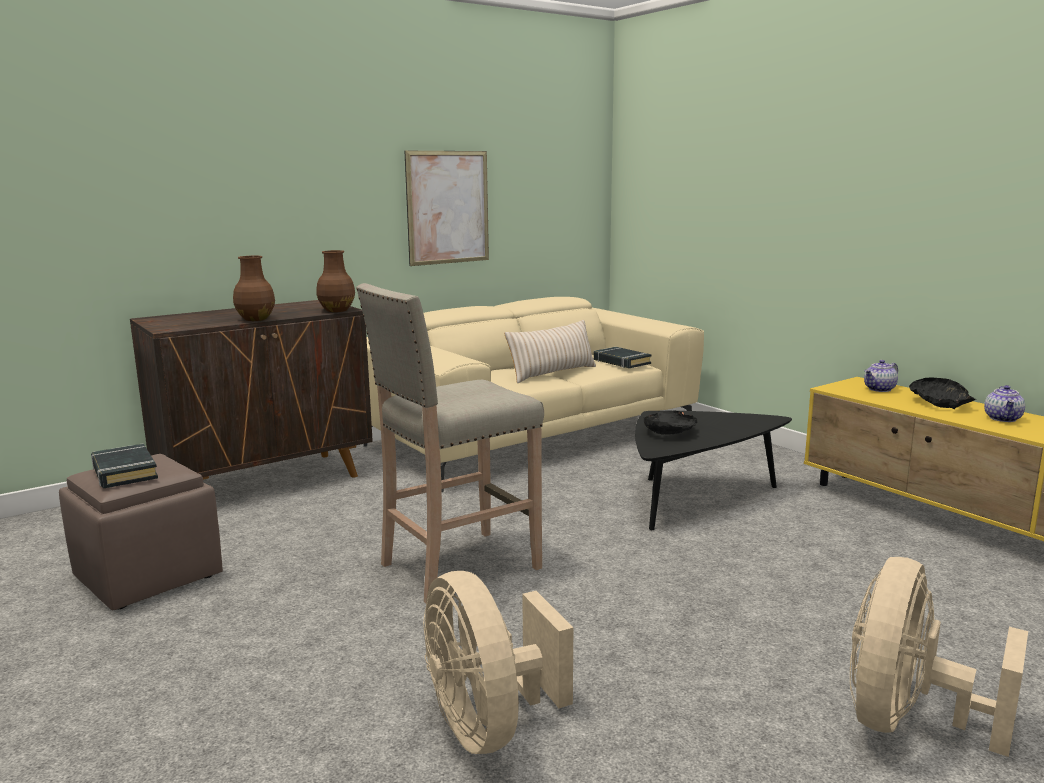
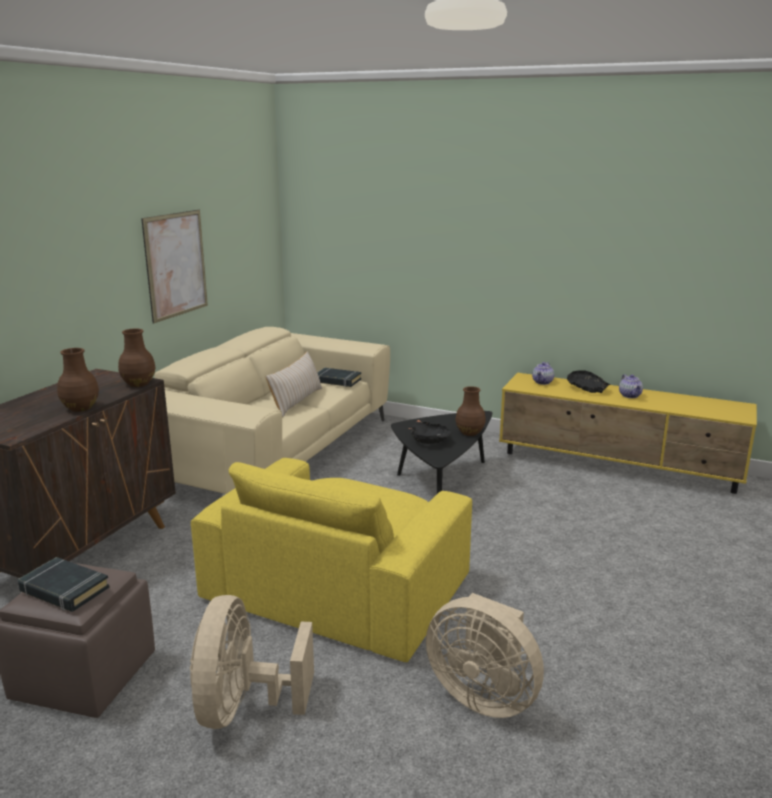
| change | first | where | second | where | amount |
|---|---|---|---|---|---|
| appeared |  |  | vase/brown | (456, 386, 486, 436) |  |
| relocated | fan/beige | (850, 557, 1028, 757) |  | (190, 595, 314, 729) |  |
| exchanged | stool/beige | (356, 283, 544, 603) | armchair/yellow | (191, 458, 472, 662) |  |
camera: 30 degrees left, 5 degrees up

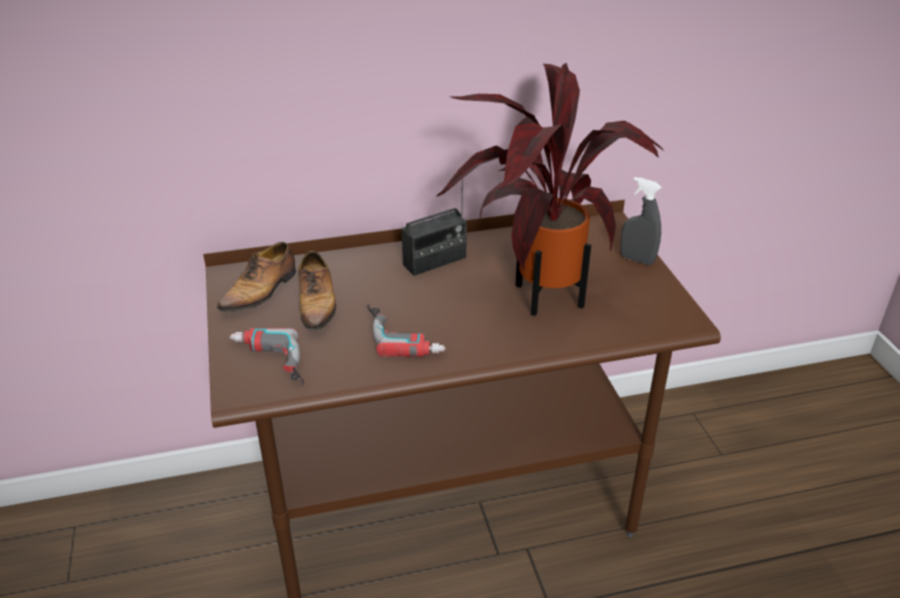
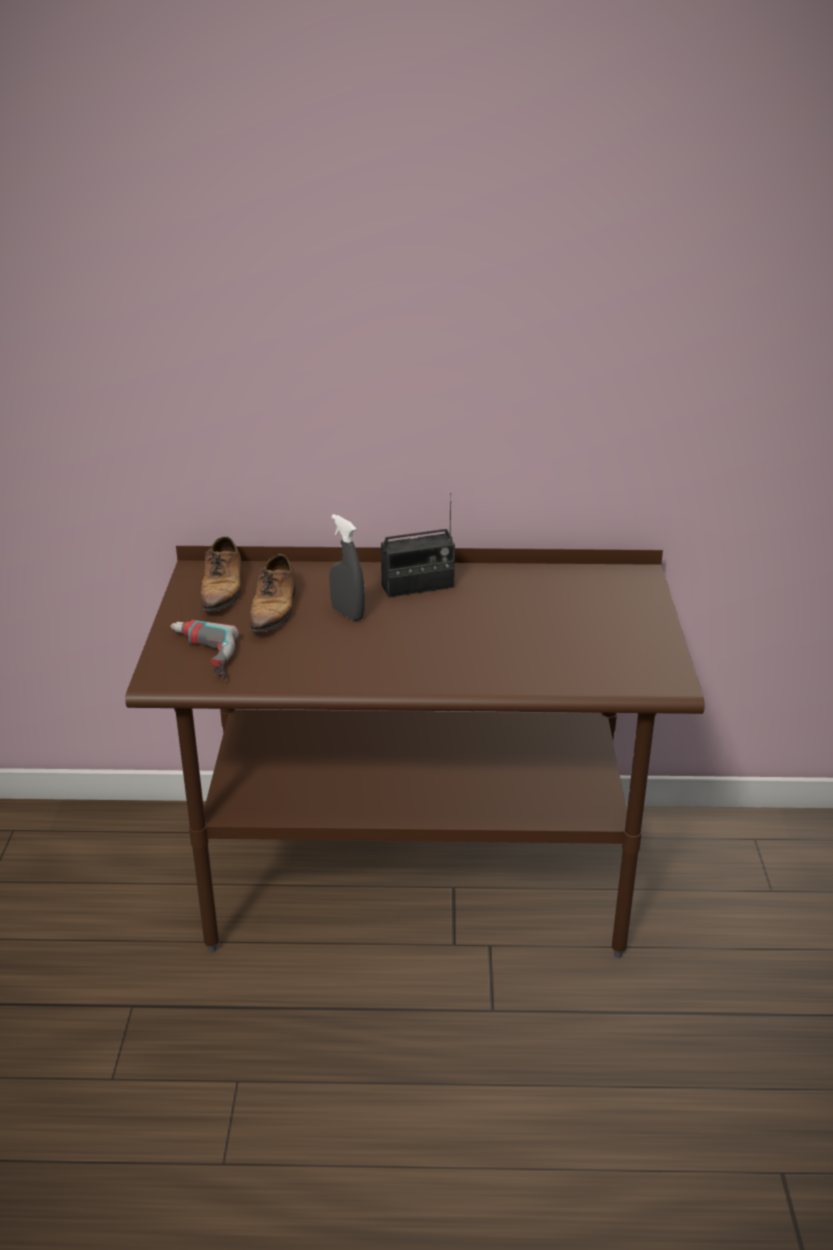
| change | first | where | second | where | amount |
|---|---|---|---|---|---|
| missing | power drill | (367, 304, 446, 357) |  |  |  |
| missing | potted plant | (437, 63, 664, 316) |  |  |  |
| relocated | spray bottle/grey | (620, 177, 662, 265) |  | (329, 514, 365, 621) |  |
| spun | shoe | (216, 242, 296, 313) |  | (201, 536, 242, 618) | 45 degrees counterclockwise |
camera: 15 degrees right, 5 degrees down

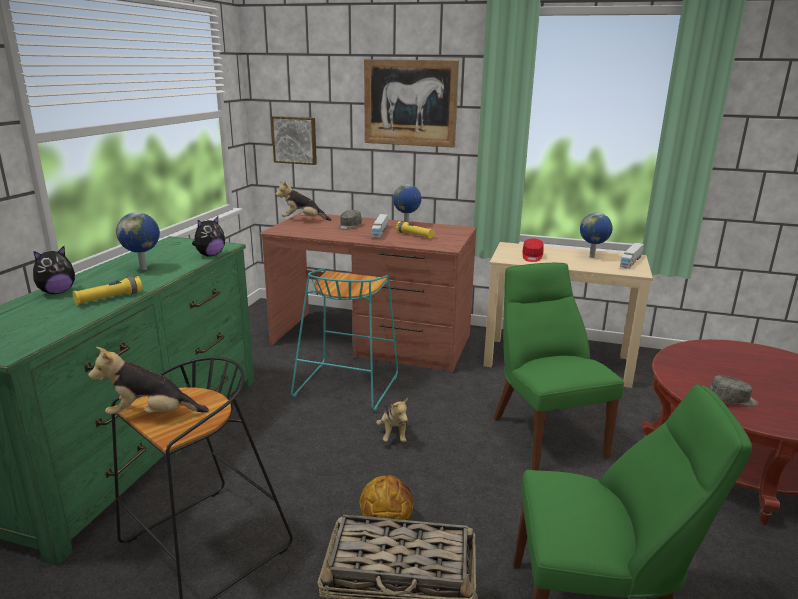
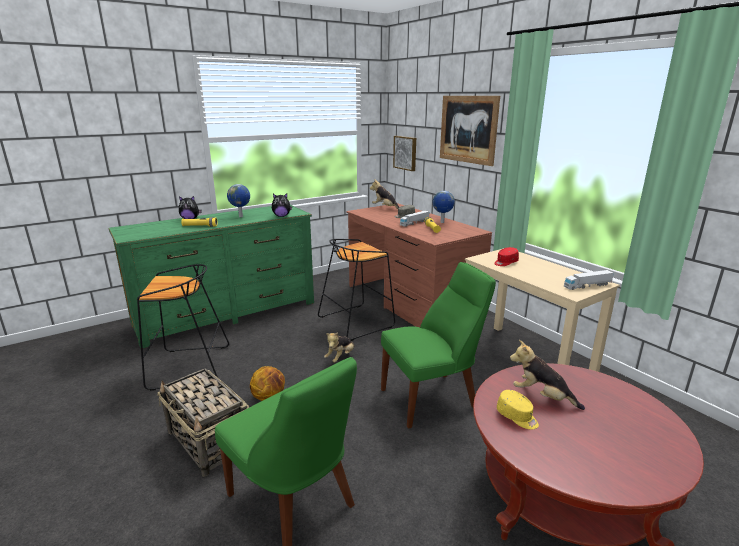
| change | first | where | second | where | amount |
|---|---|---|---|---|---|
| missing | globe | (580, 213, 613, 258) |  |  |  |
| relocated | plush toy | (88, 347, 209, 415) |  | (510, 340, 585, 410) |  |
| colour | stool/turquoise | (291, 268, 398, 411) | stool/black | (318, 239, 395, 341) |  |
| colour | cap/grey | (709, 375, 758, 407) | cap/yellow | (497, 390, 539, 430) |  |
| spun | chair/green | (494, 263, 624, 471) |  | (381, 262, 496, 429) | 45 degrees clockwise |
camera: 40 degrees right, 0 degrees up

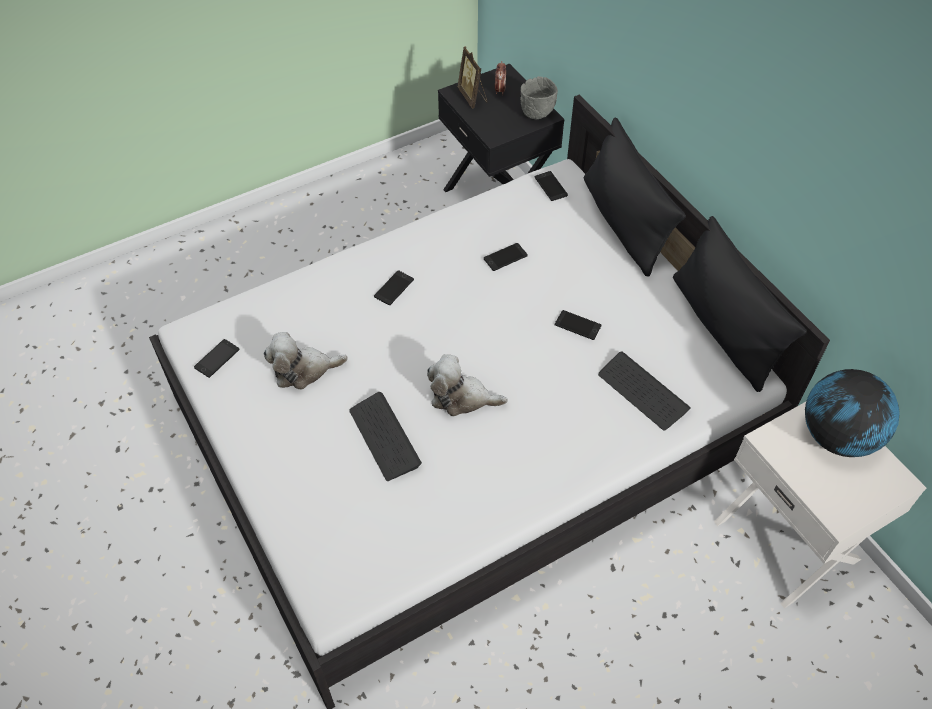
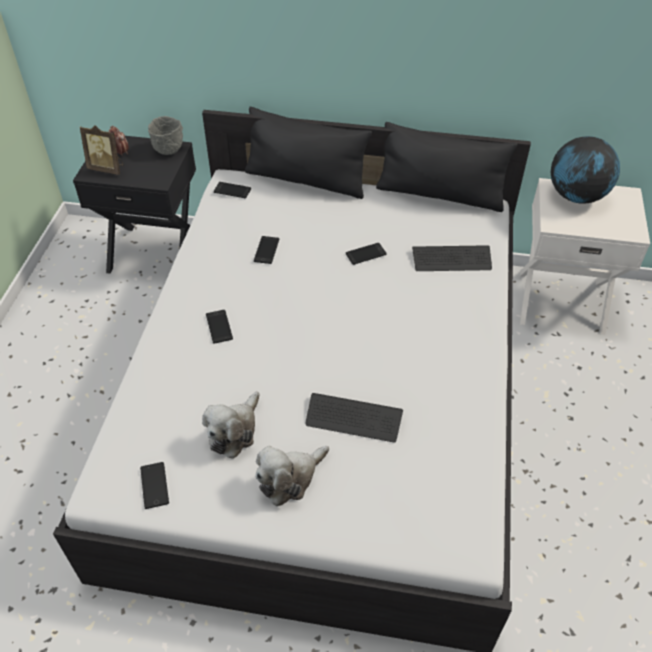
| change | first | where | second | where | amount |
|---|---|---|---|---|---|
| relocated | plush toy | (427, 354, 508, 416) |  | (255, 446, 329, 506) |  |
camera: 50 degrees left, 5 degrees down

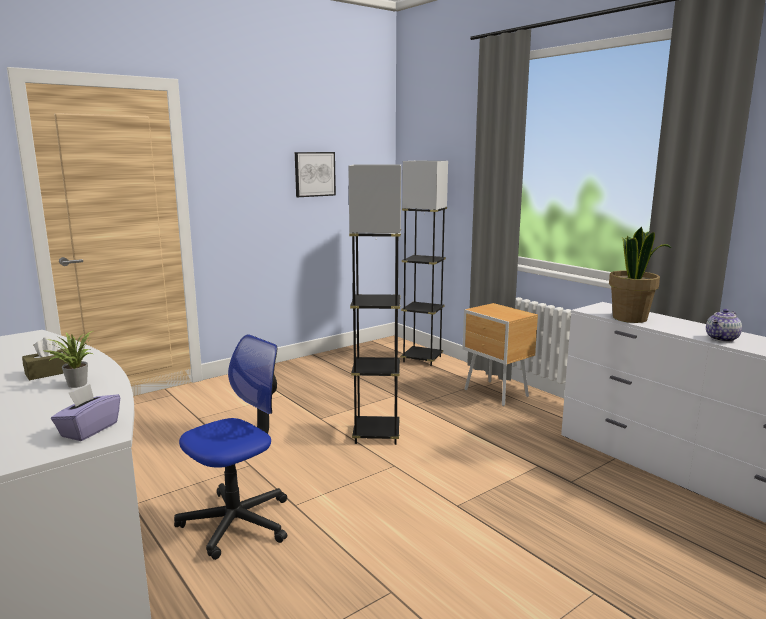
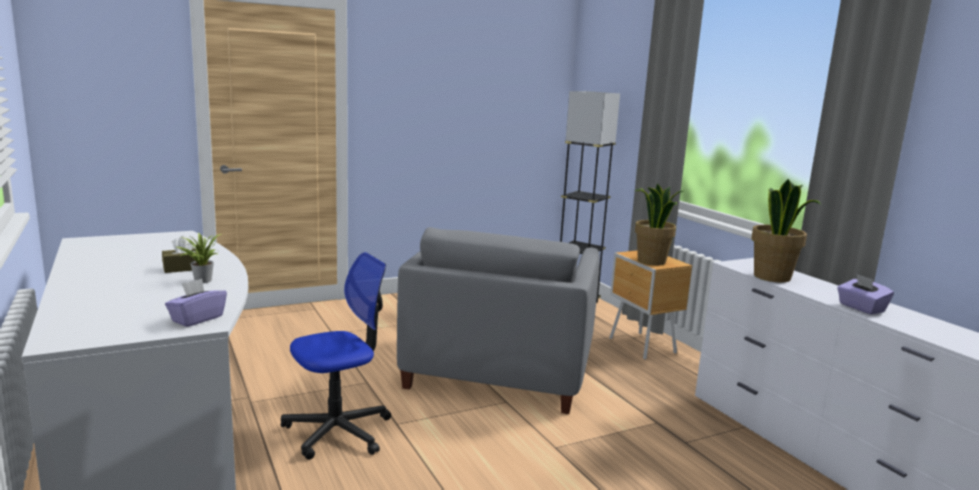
| change | first | where | second | where | amount |
|---|---|---|---|---|---|
| missing | picture | (295, 152, 336, 197) |  |  |  |
| appeared |  |  | potted plant | (635, 183, 683, 265) |  |
| exchanged | floor lamp/grey | (348, 165, 401, 445) | armchair/grey | (397, 227, 600, 414) |  |
| exchanged | teapot | (706, 309, 742, 342) | tissue box/purple | (837, 273, 894, 314) |  |
camera: 10 degrees right, 0 degrees up

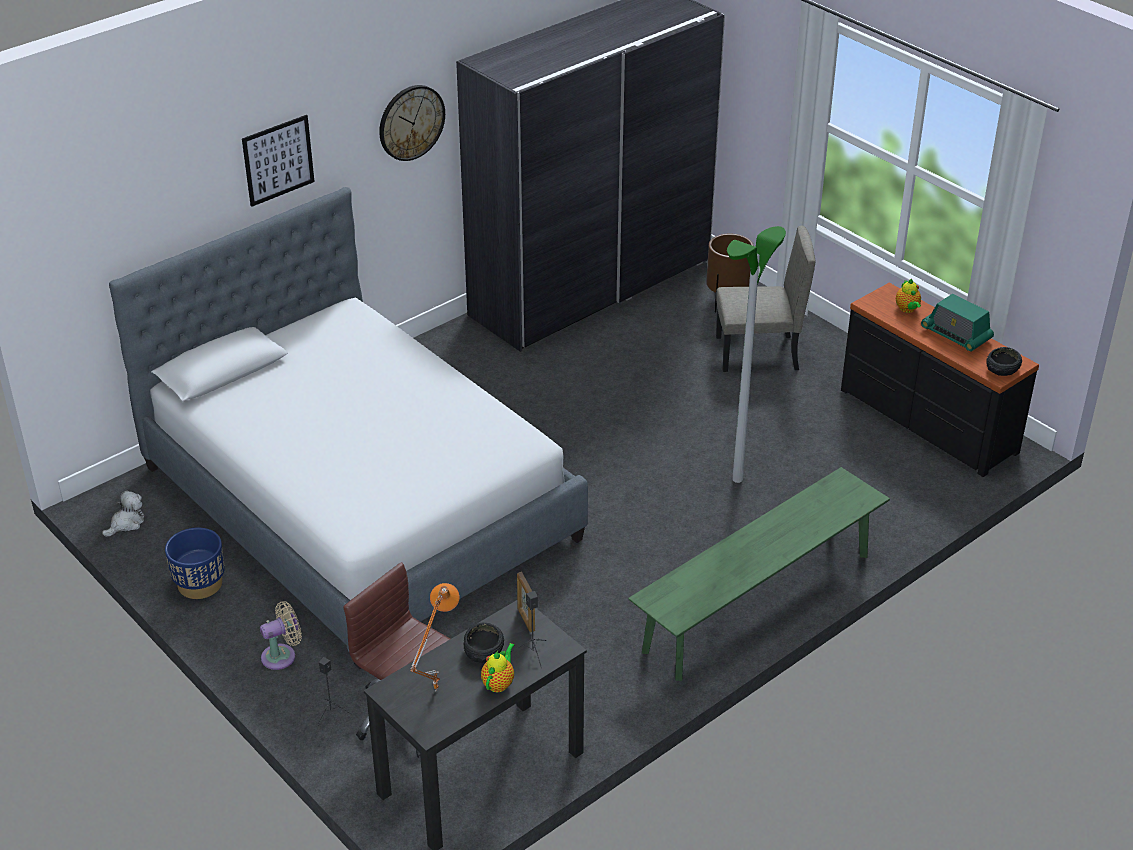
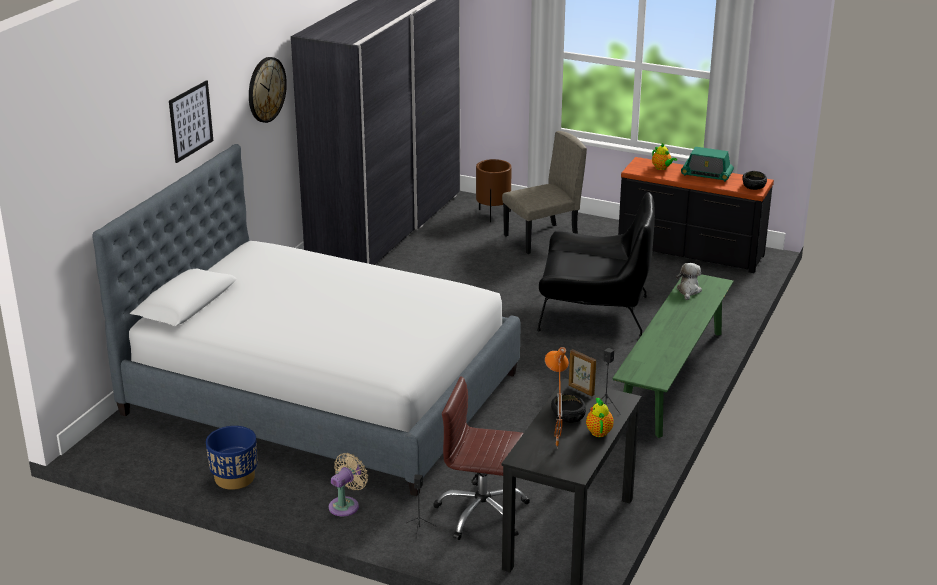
| change | first | where | second | where | amount |
|---|---|---|---|---|---|
| relocated | plush toy | (102, 491, 144, 537) |  | (676, 263, 702, 300) |  |
| exchanged | floor lamp | (727, 226, 786, 483) | armchair/black | (537, 192, 655, 337) |  |
camera: 25 degrees left, 10 degrees down

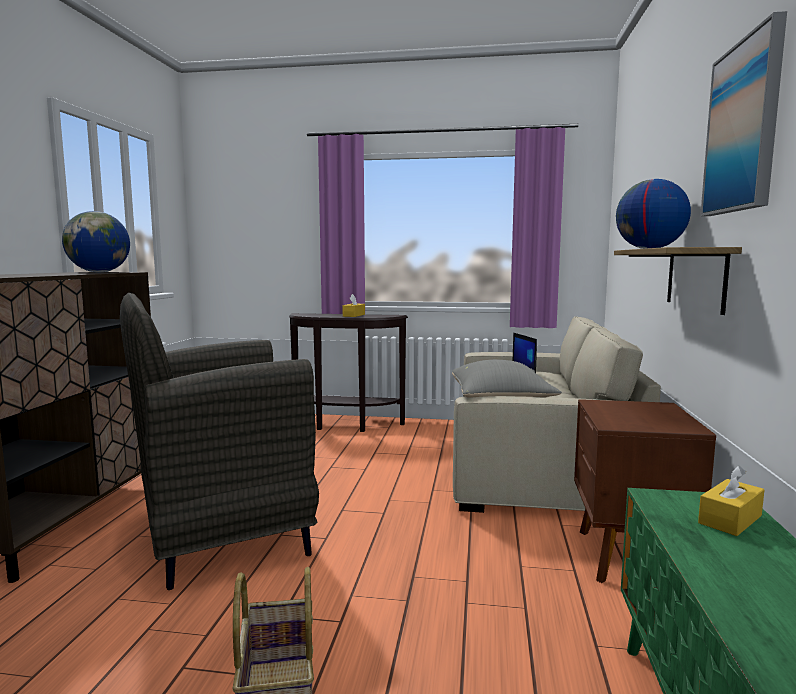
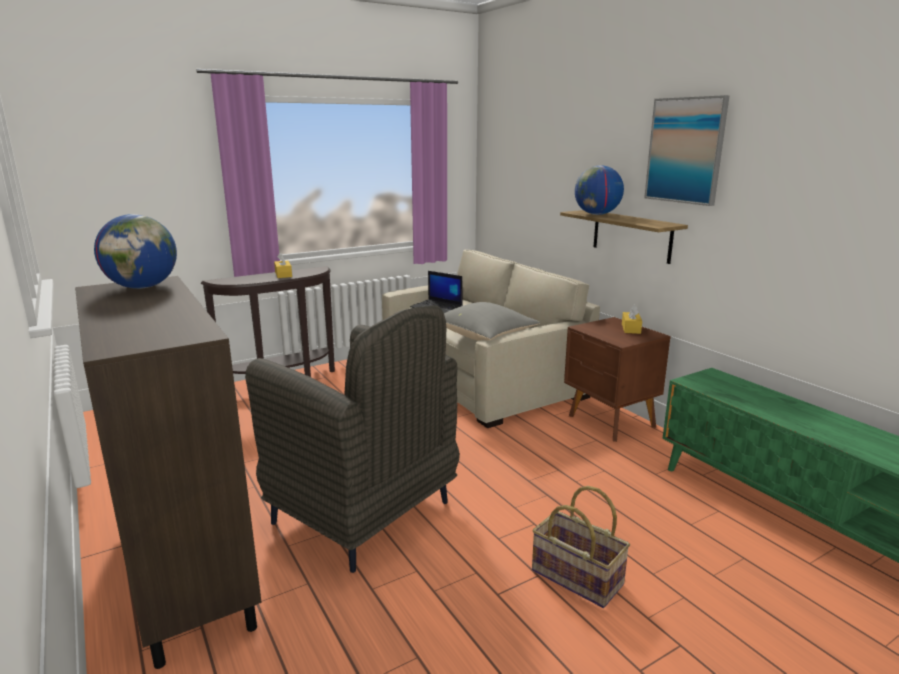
| change | first | where | second | where | amount |
|---|---|---|---|---|---|
| relocated | tissue box/yellow | (698, 466, 764, 536) |  | (622, 305, 642, 334) |  |
| spun | armchair/grey | (120, 293, 319, 590) |  | (245, 306, 460, 573) | 75 degrees counterclockwise |
camera: 40 degrees left, 10 degrees up

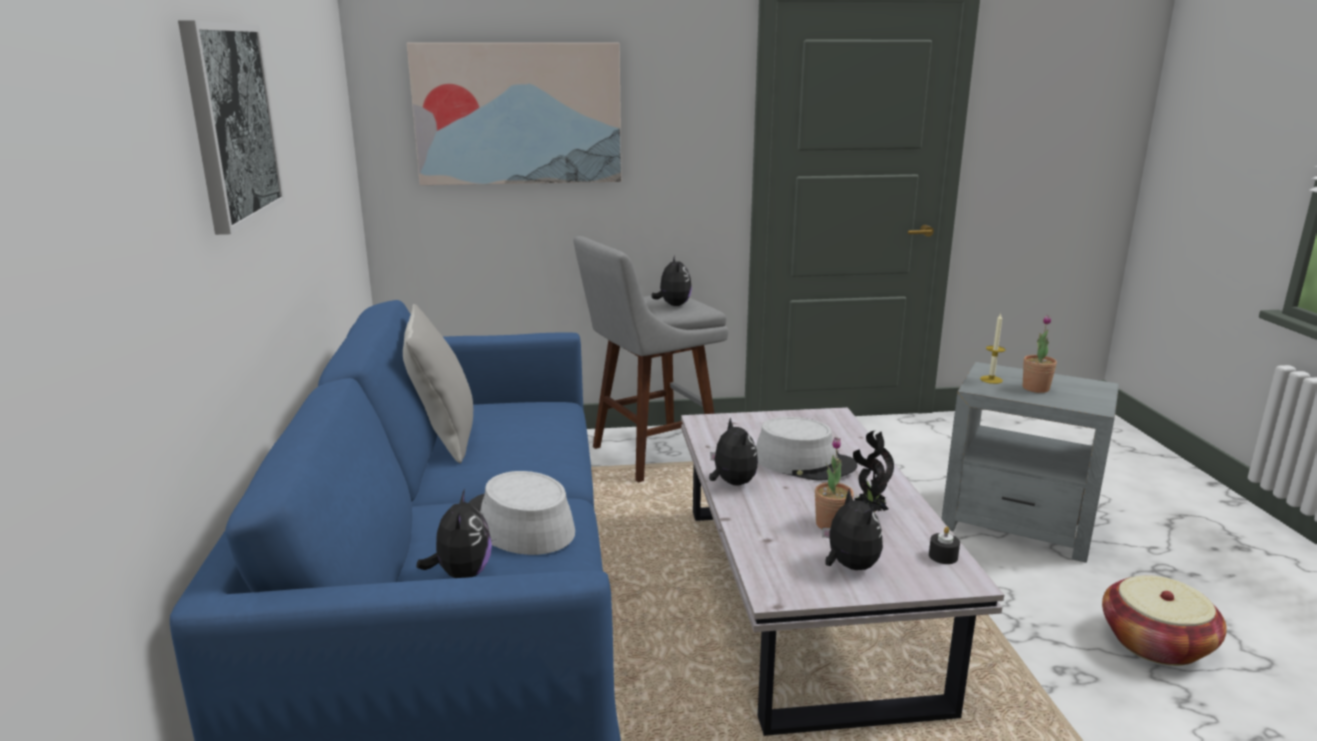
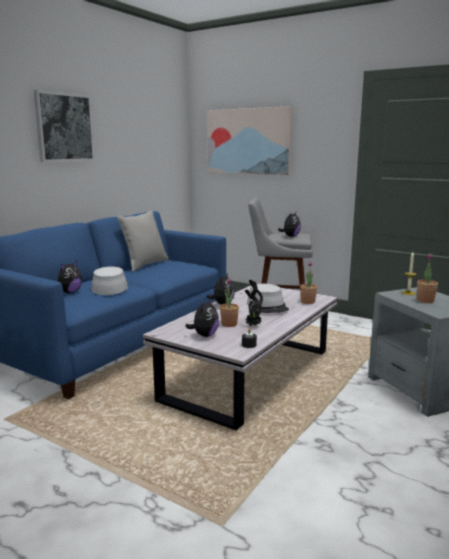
| change | first | where | second | where | amount |
|---|---|---|---|---|---|
| missing | basket | (1102, 575, 1227, 666) |  |  |  |
| appeared |  |  | potted plant | (300, 261, 317, 304) |  |
camera: 40 degrees right, 5 degrees down

